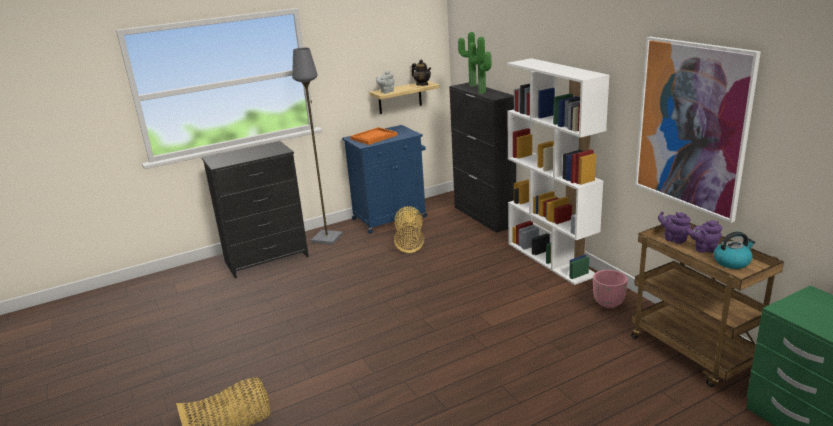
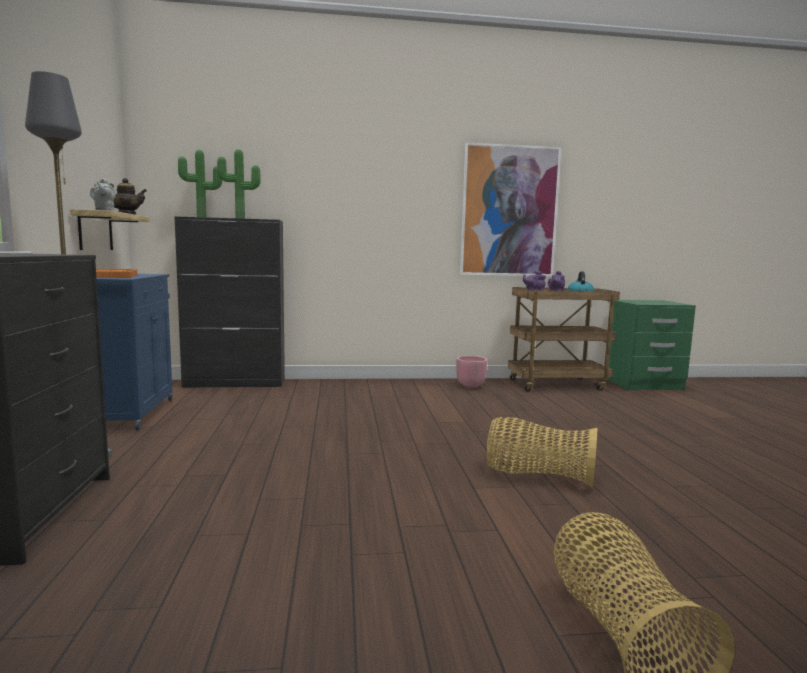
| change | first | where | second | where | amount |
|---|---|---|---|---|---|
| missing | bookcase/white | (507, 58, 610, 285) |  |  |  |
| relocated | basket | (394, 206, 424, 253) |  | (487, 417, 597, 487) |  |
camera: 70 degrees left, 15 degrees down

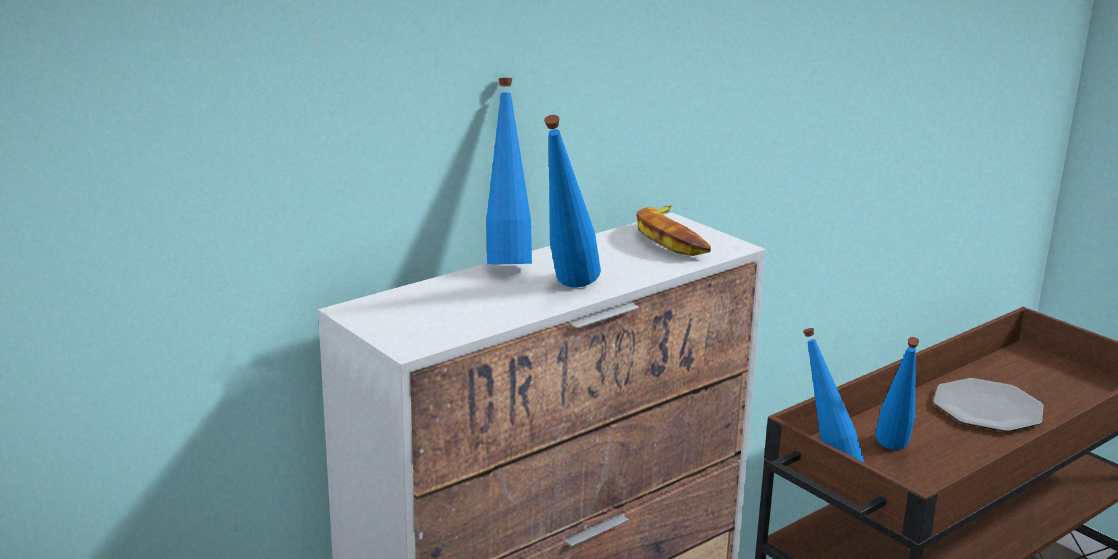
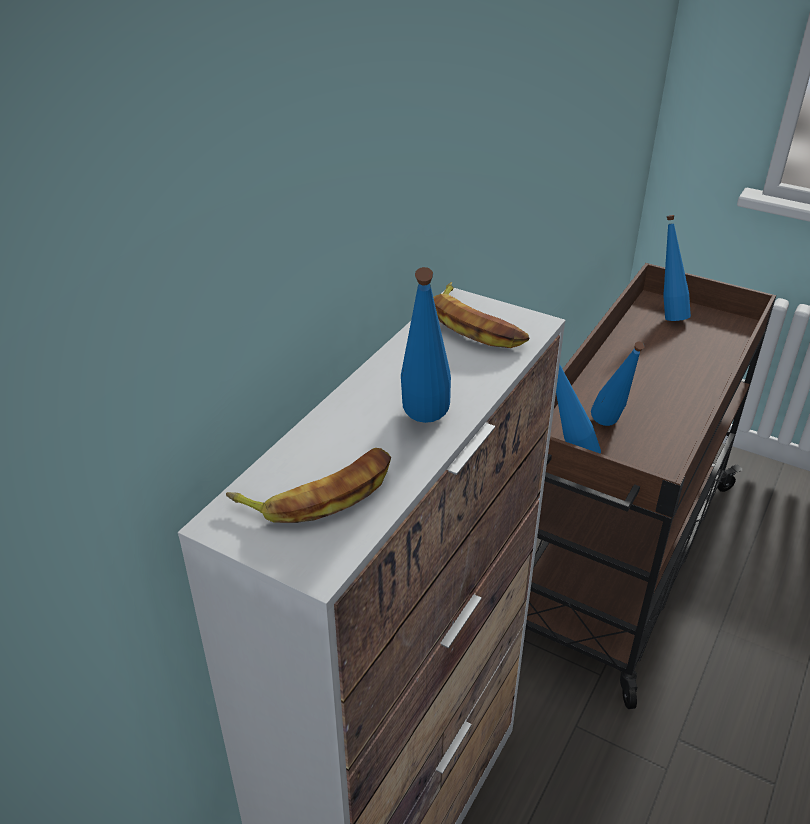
| change | first | where | second | where | amount |
|---|---|---|---|---|---|
| missing | plate | (933, 378, 1044, 432) |  |  |  |
| appeared |  |  | banana | (226, 448, 391, 523) |  |
| relocated | bottle/blue | (486, 78, 532, 265) |  | (663, 215, 691, 321) |  |
camera: 20 degrees left, 15 degrees up

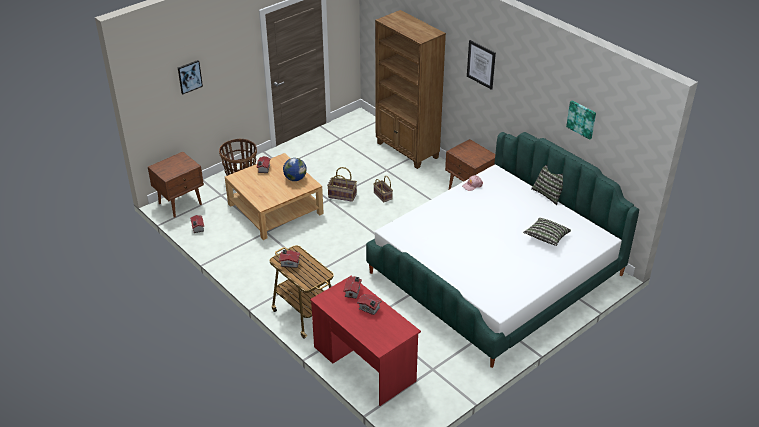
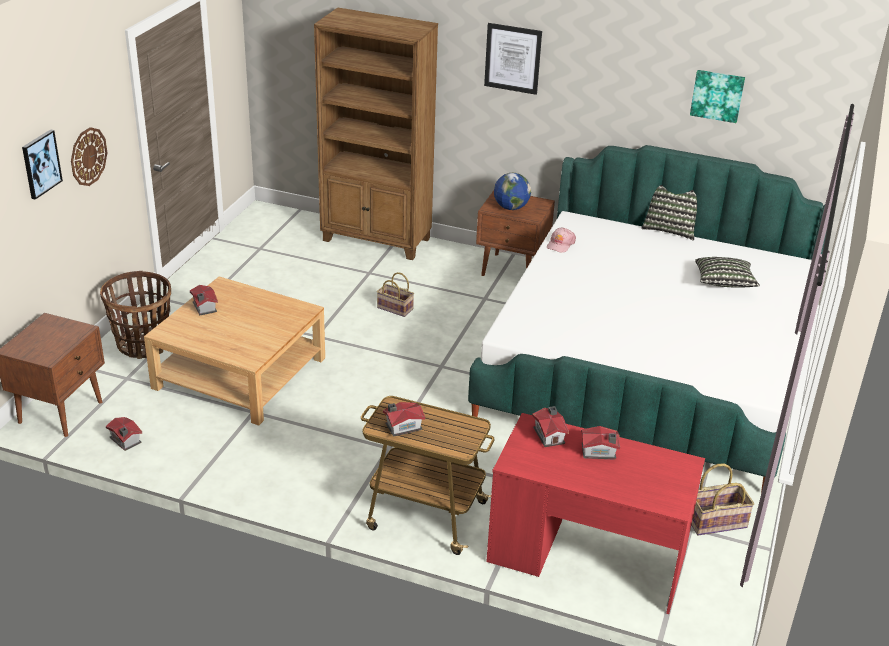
| change | first | where | second | where | amount |
|---|---|---|---|---|---|
| appeared |  |  | wall clock | (71, 127, 107, 186) |  |
| relocated | globe | (283, 158, 307, 181) |  | (494, 173, 531, 210) |  |
| relocated | basket | (327, 167, 357, 202) |  | (691, 464, 754, 536) |  |
camera: 30 degrees left, 5 degrees down

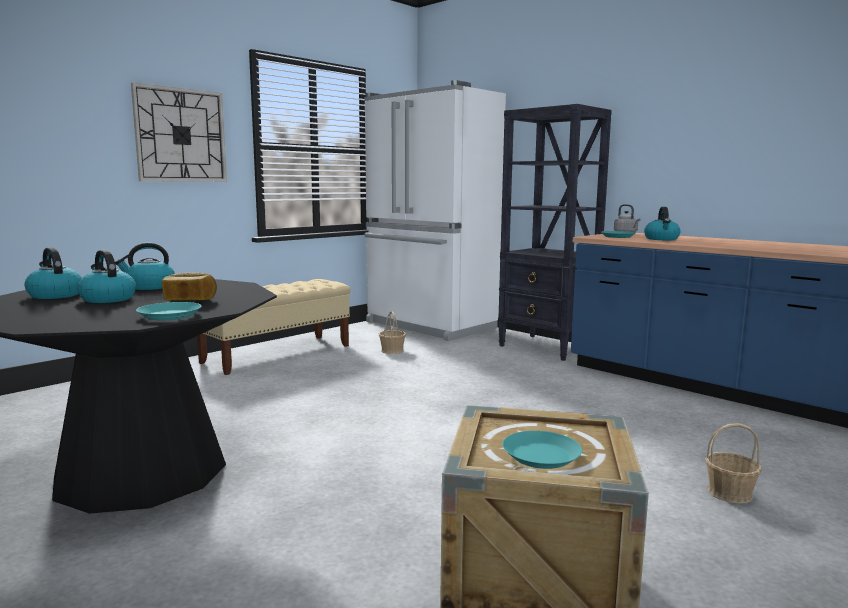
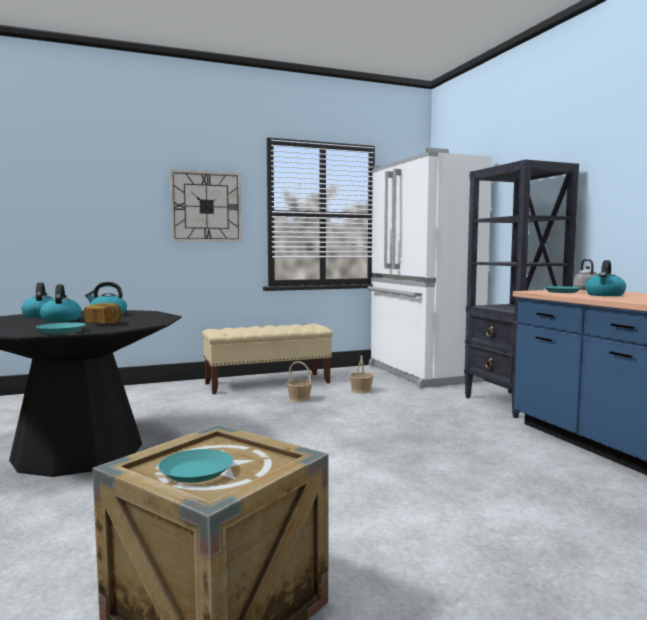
| change | first | where | second | where | amount |
|---|---|---|---|---|---|
| relocated | basket | (705, 423, 762, 504) |  | (286, 361, 313, 403) |  |
camera: 25 degrees right, 5 degrees down

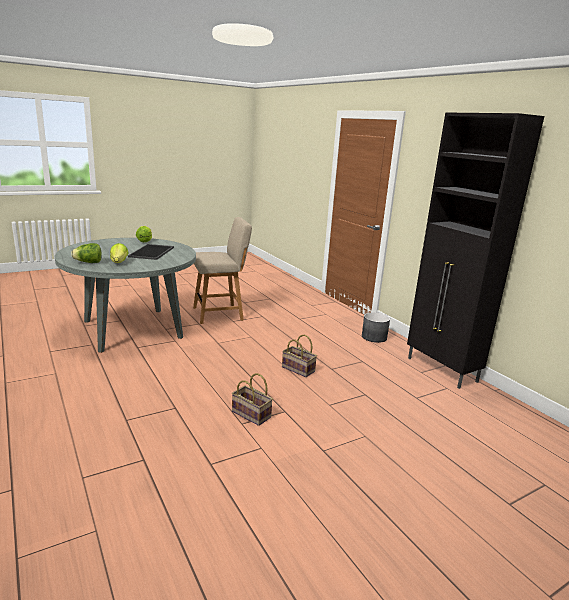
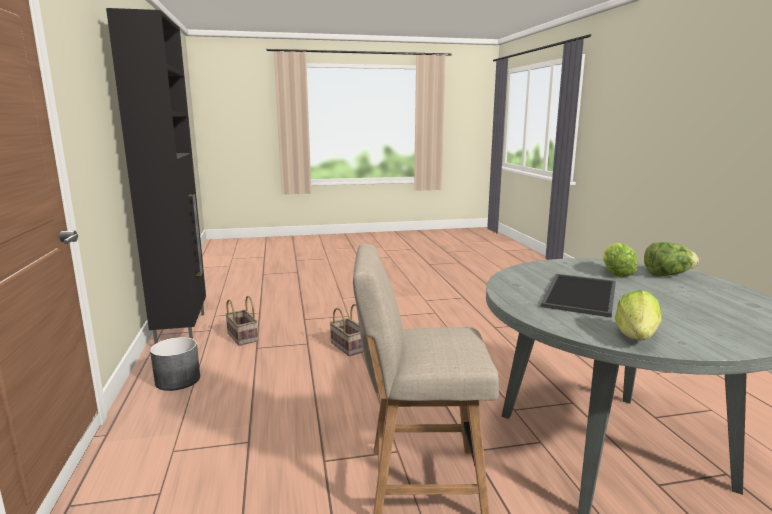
| change | first | where | second | where | amount |
|---|---|---|---|---|---|
| relocated | basket | (232, 373, 273, 426) |  | (225, 296, 258, 346) |  |
camera: 160 degrees left, 5 degrees down

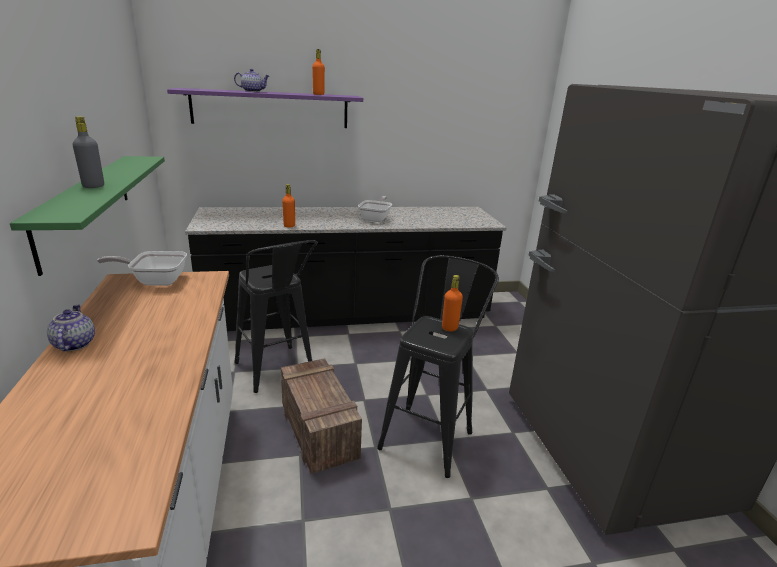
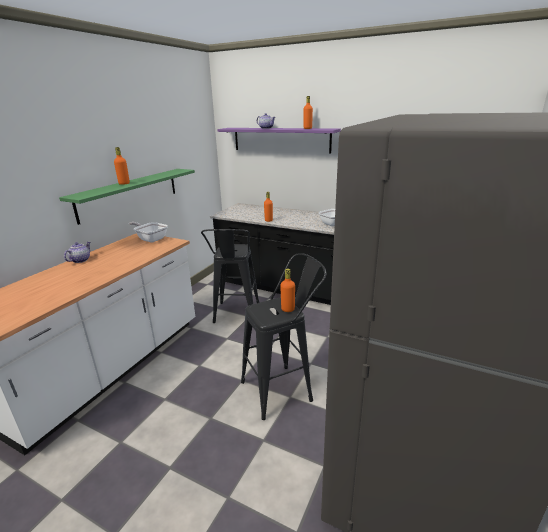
| change | first | where | second | where | amount |
|---|---|---|---|---|---|
| missing | crate | (281, 358, 362, 474) |  |  |  |
| colour | bottle/grey | (73, 116, 104, 188) | bottle/orange | (114, 147, 130, 185) |  |
camera: 40 degrees right, 0 degrees up

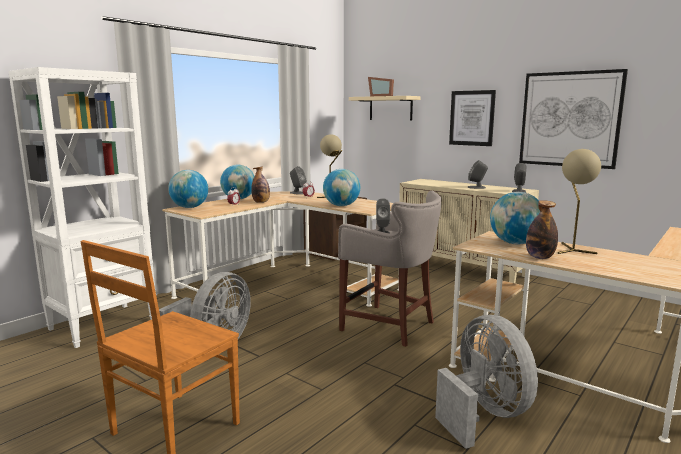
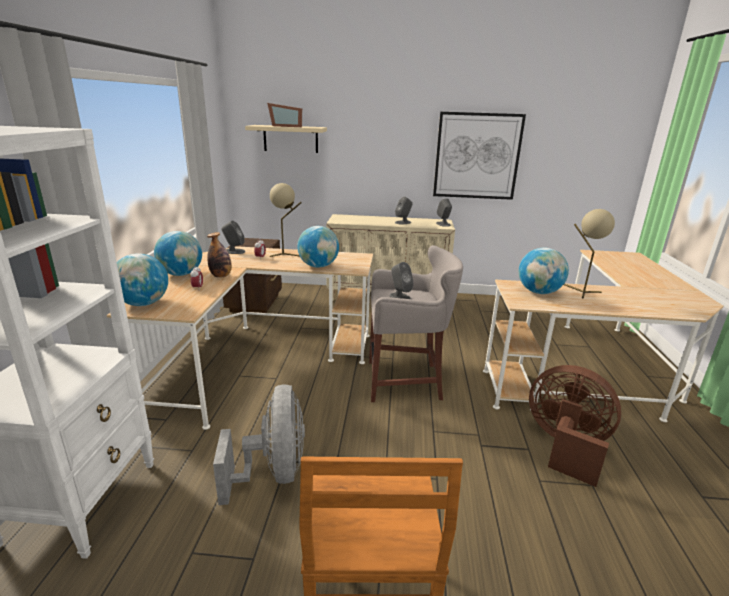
| change | first | where | second | where | amount |
|---|---|---|---|---|---|
| missing | picture | (449, 90, 496, 146) |  |  |  |
| missing | bottle | (526, 200, 558, 259) |  |  |  |
| colour | fan/grey | (435, 315, 538, 449) | fan/brown | (529, 365, 621, 487) |  |
camera: 35 degrees left, 10 degrees up

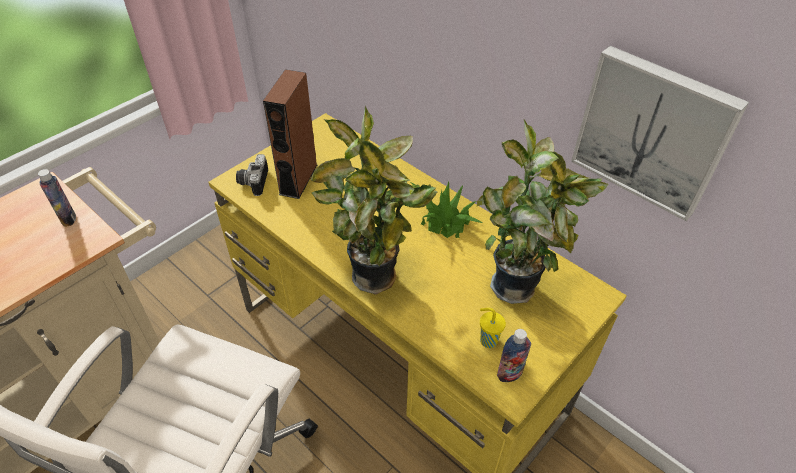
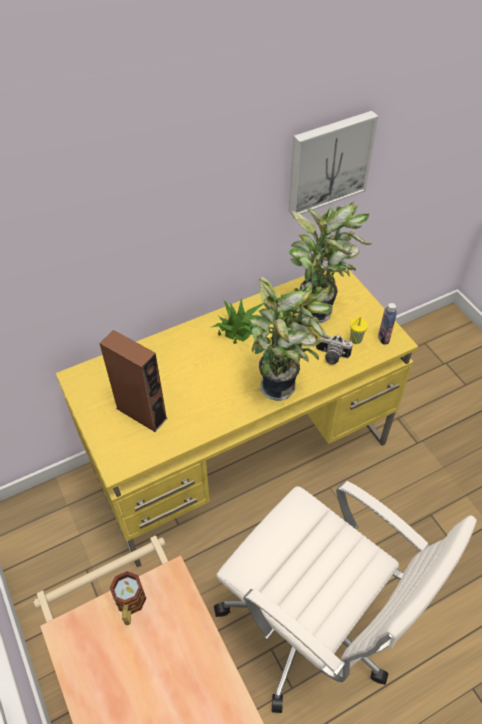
| change | first | where | second | where | amount |
|---|---|---|---|---|---|
| relocated | photo camera | (236, 154, 268, 196) |  | (316, 334, 353, 365) |  |
| exchanged | bottle | (38, 169, 76, 227) | mug | (110, 571, 146, 625) |  |
camera: 70 degrees left, 5 degrees up

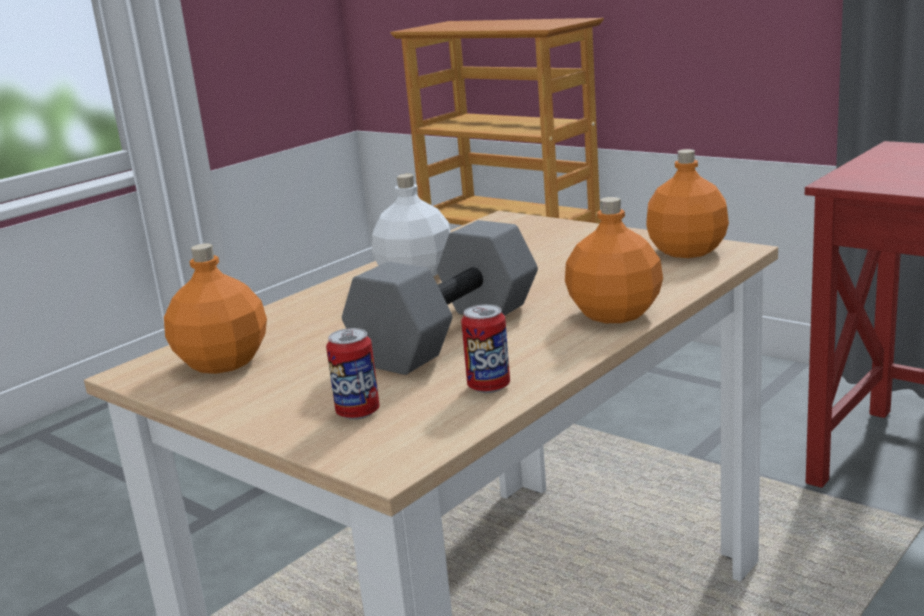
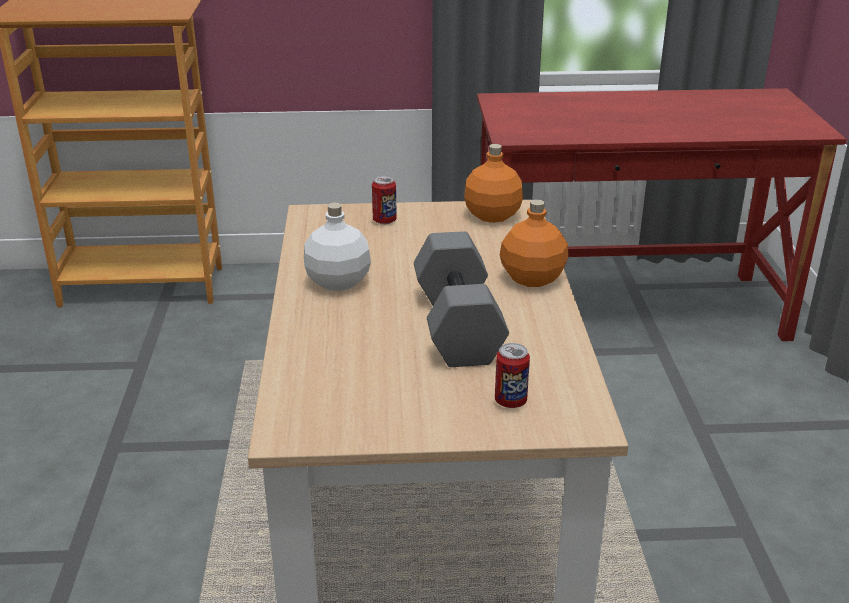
| change | first | where | second | where | amount |
|---|---|---|---|---|---|
| missing | bottle/orange | (164, 244, 267, 374) |  |  |  |
| relocated | can | (461, 304, 510, 393) |  | (372, 176, 397, 224) |  |
camera: 45 degrees left, 10 degrees up

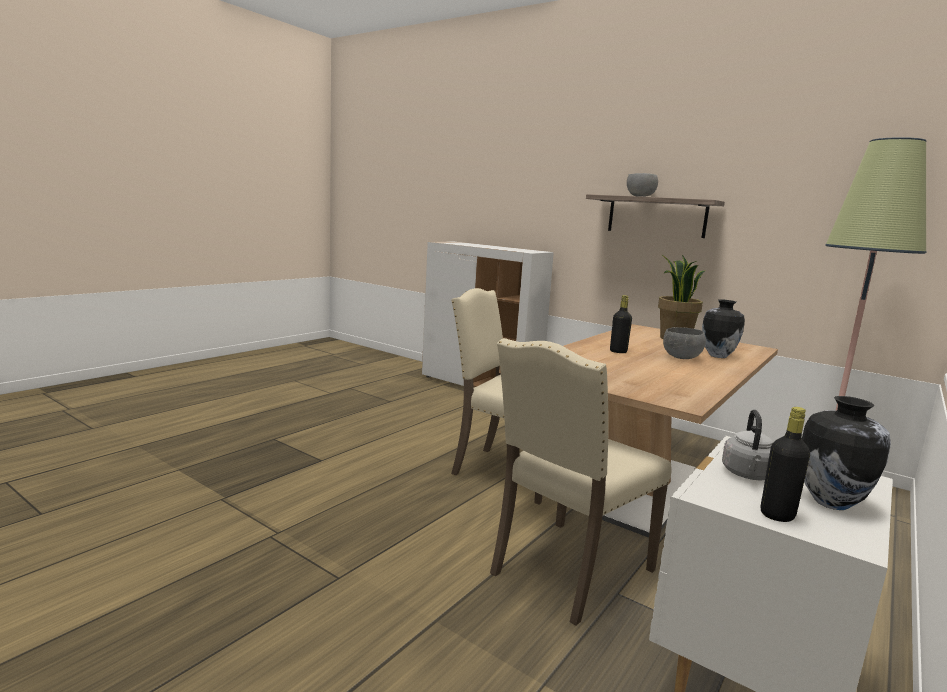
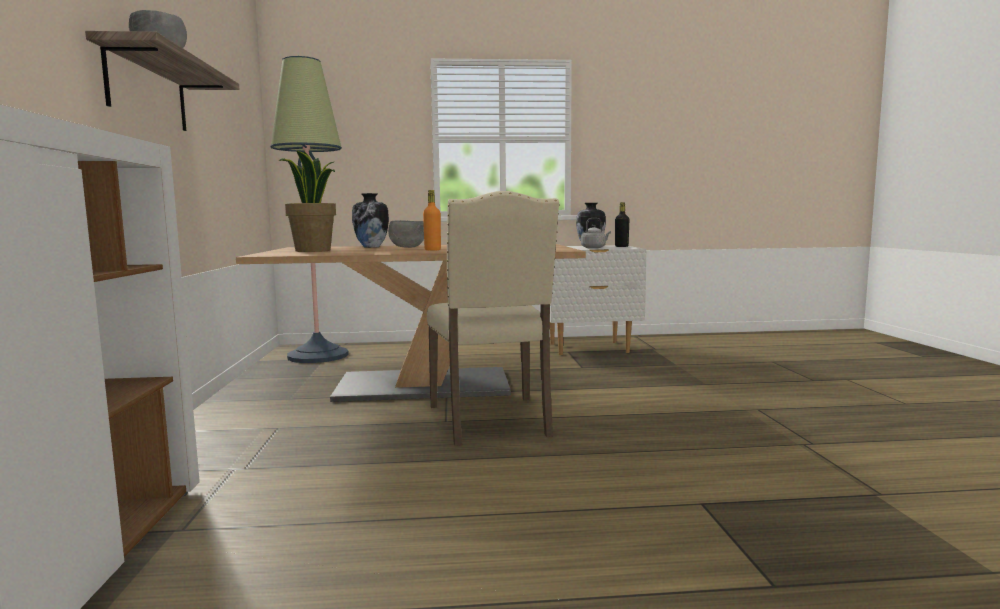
| change | first | where | second | where | amount |
|---|---|---|---|---|---|
| missing | chair/beige | (490, 338, 672, 626) |  |  |  |
| colour | bottle/black | (610, 295, 632, 353) | bottle/orange | (423, 190, 441, 251) |  |
camera: 130 degrees left, 5 degrees down

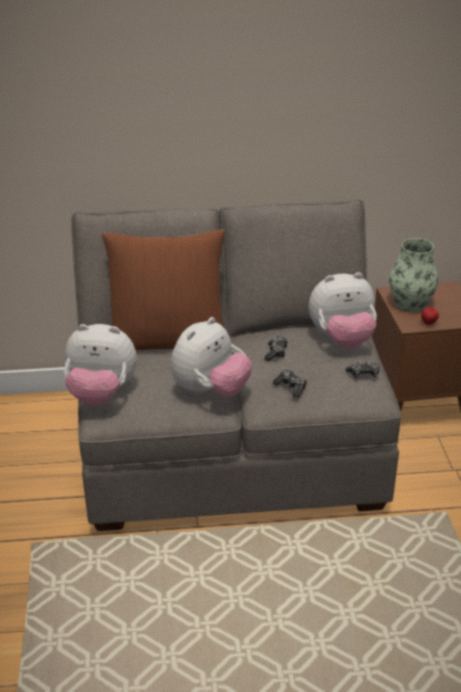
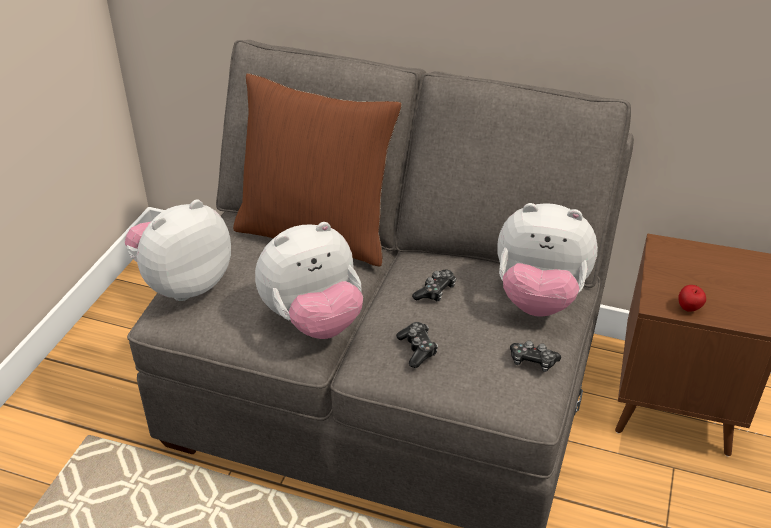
| change | first | where | second | where | amount |
|---|---|---|---|---|---|
| missing | vase | (389, 238, 438, 312) |  |  |  |
| spun | plush toy | (64, 324, 137, 406) |  | (125, 200, 231, 301) | 105 degrees clockwise |
camera: 25 degrees right, 5 degrees up

